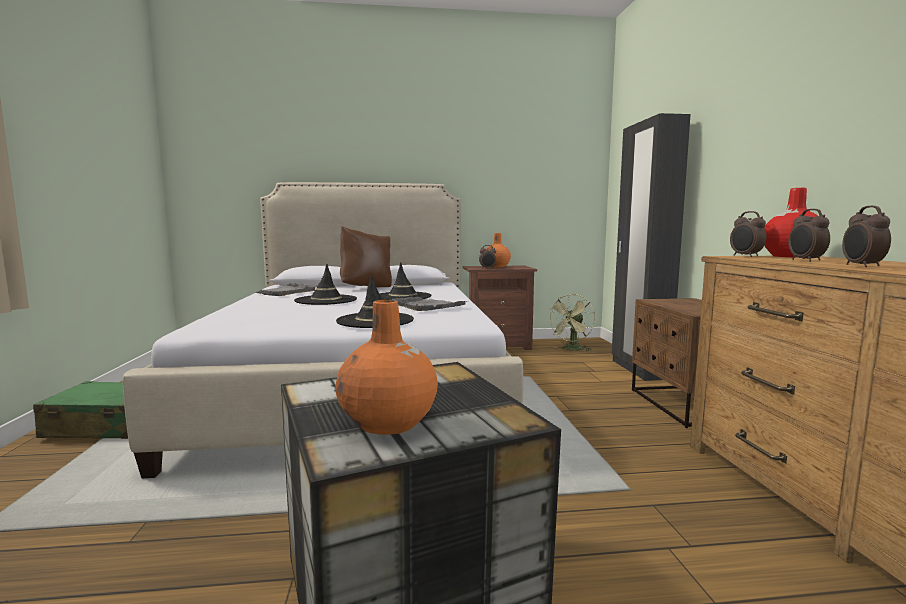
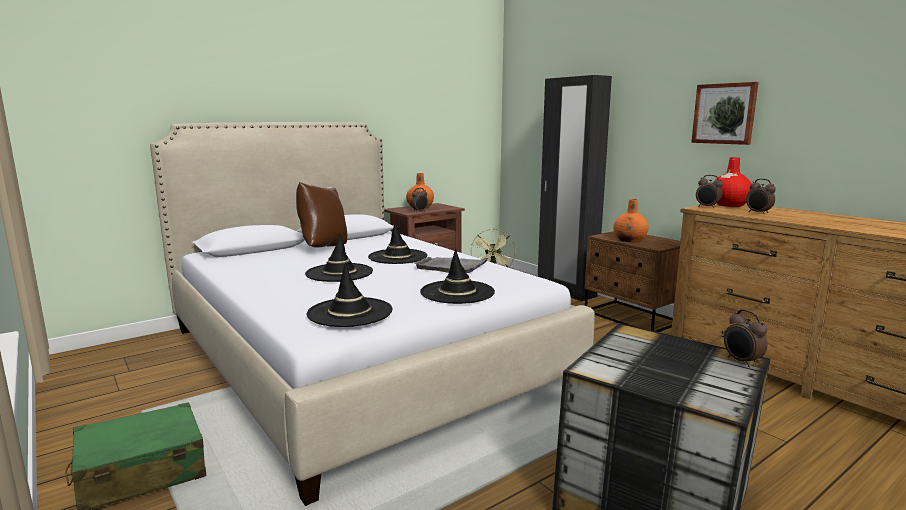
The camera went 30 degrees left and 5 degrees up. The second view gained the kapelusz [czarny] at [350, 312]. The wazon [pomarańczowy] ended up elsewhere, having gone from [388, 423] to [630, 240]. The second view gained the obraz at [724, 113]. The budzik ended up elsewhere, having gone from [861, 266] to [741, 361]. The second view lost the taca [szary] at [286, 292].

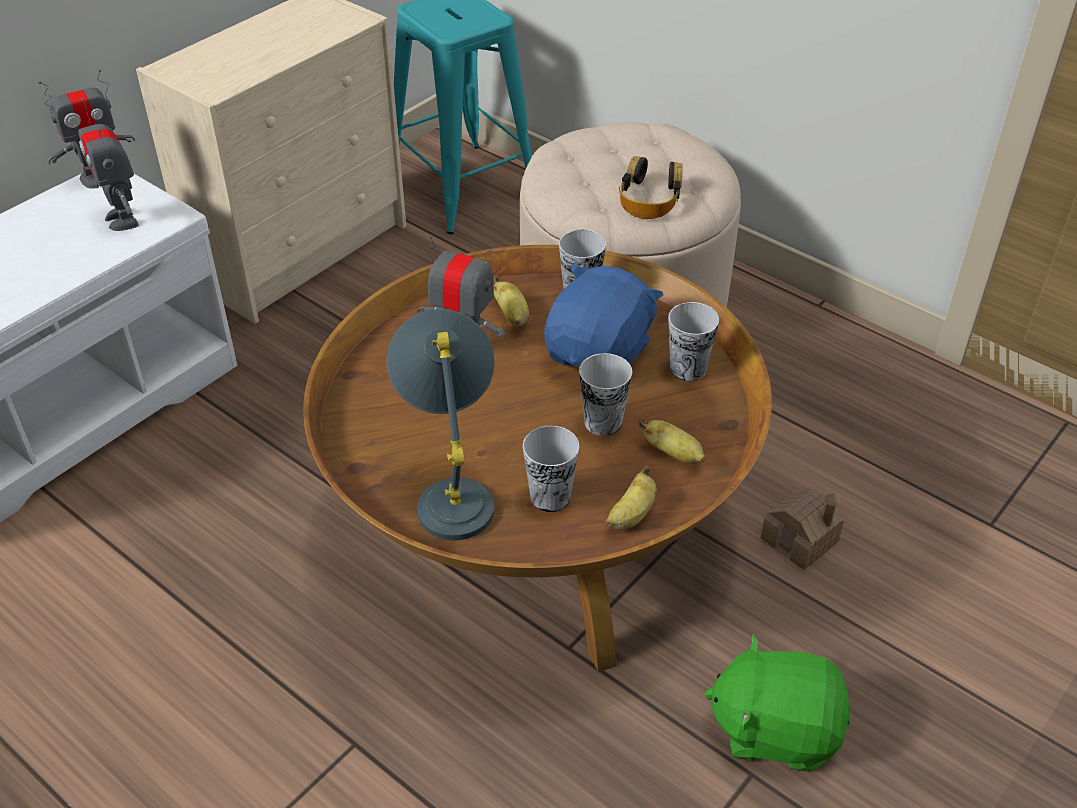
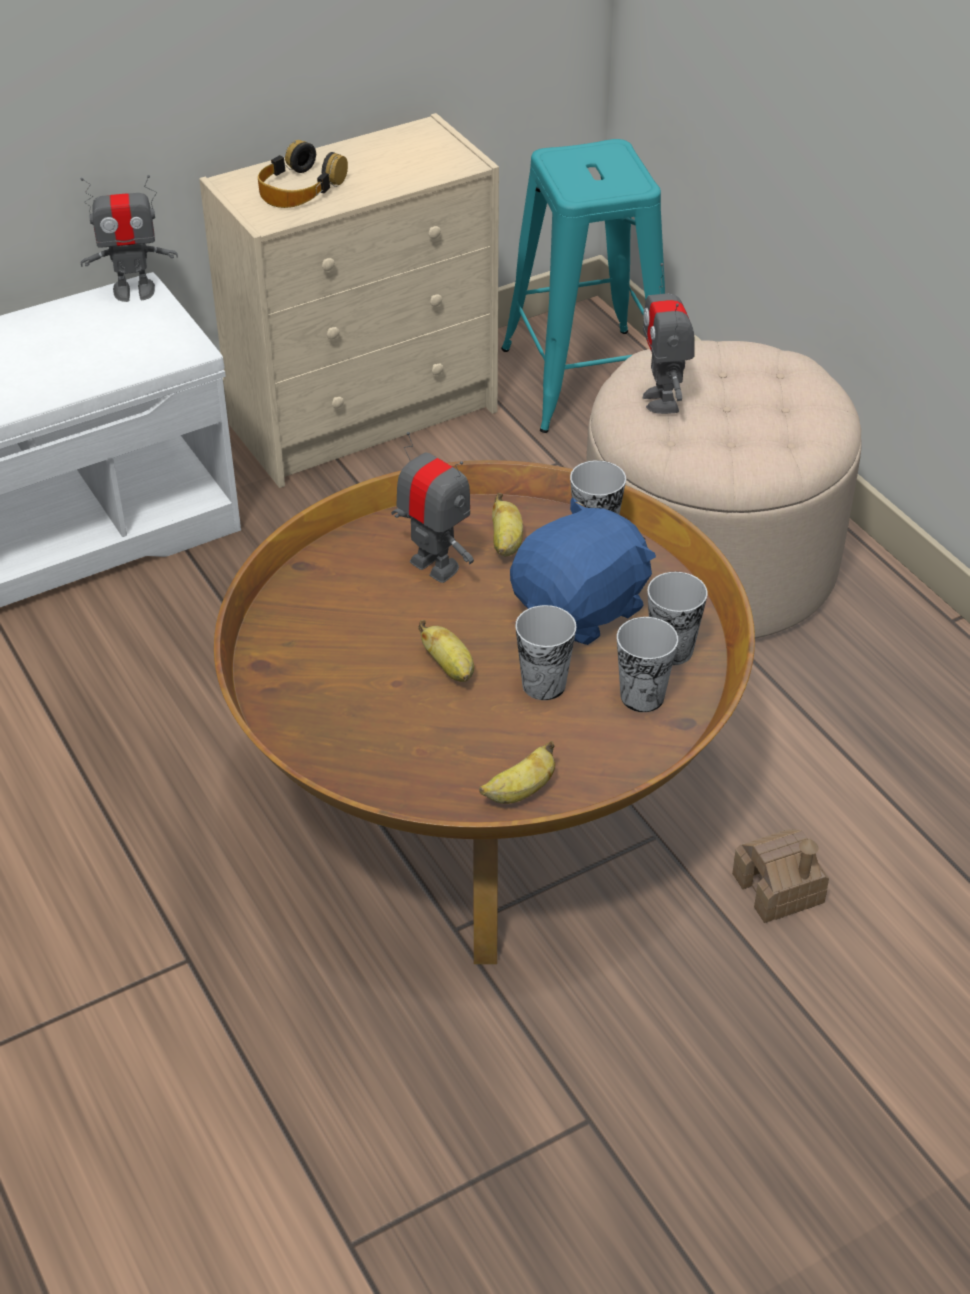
The camera went 20 degrees right and 0 degrees up. The słuchawki ended up elsewhere, having gone from [650, 198] to [299, 188]. The banan ended up elsewhere, having gone from [673, 454] to [450, 668]. The filiżanka ended up elsewhere, having gone from [550, 497] to [642, 696]. The robot zabawkowy ended up elsewhere, having gone from [123, 219] to [662, 400]. The second view lost the lampa stołowa [szary] at [453, 489]. The second view lost the pluszak [zielony] at [775, 729].

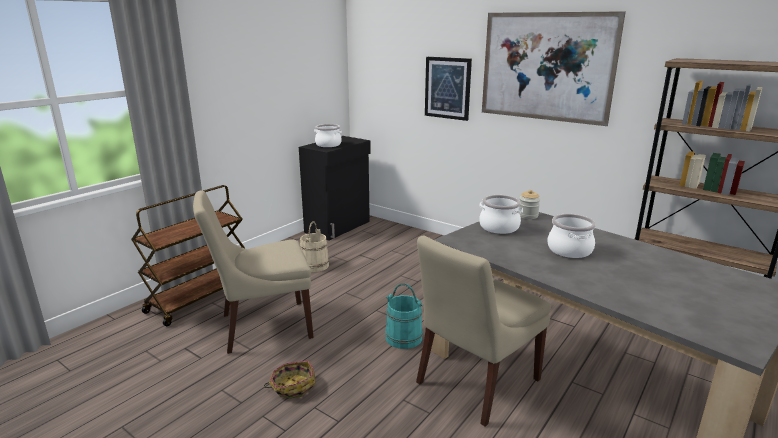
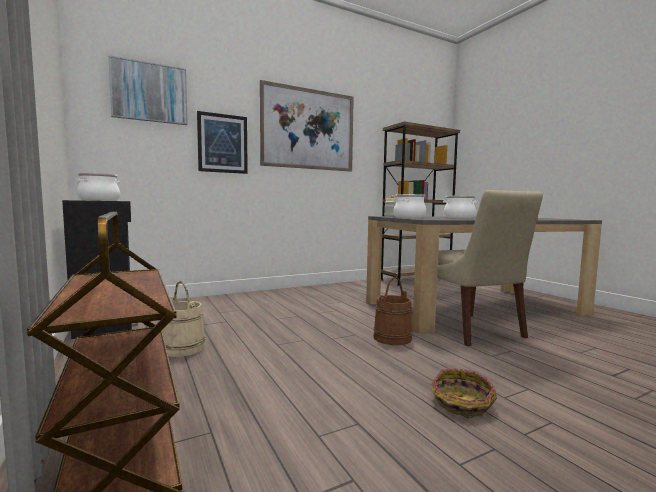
The camera went 65 degrees left and 15 degrees down. The second view gained the obraz at [149, 92]. What was the wiadro [turkusowy] at [404, 337] turned into the wiadro [brązowy] at [392, 338]. The second view lost the krzesło [beżowy] at [262, 326].

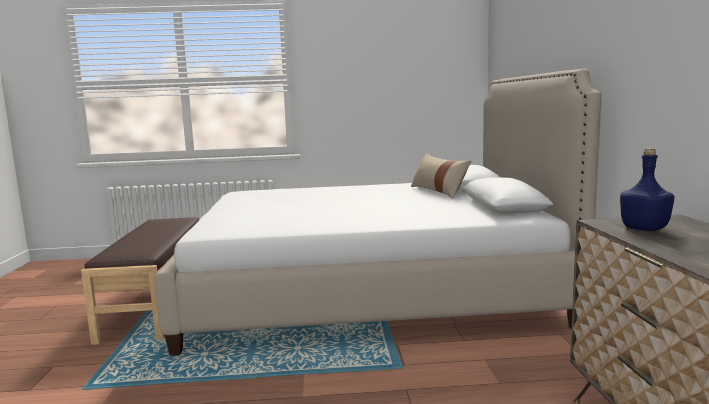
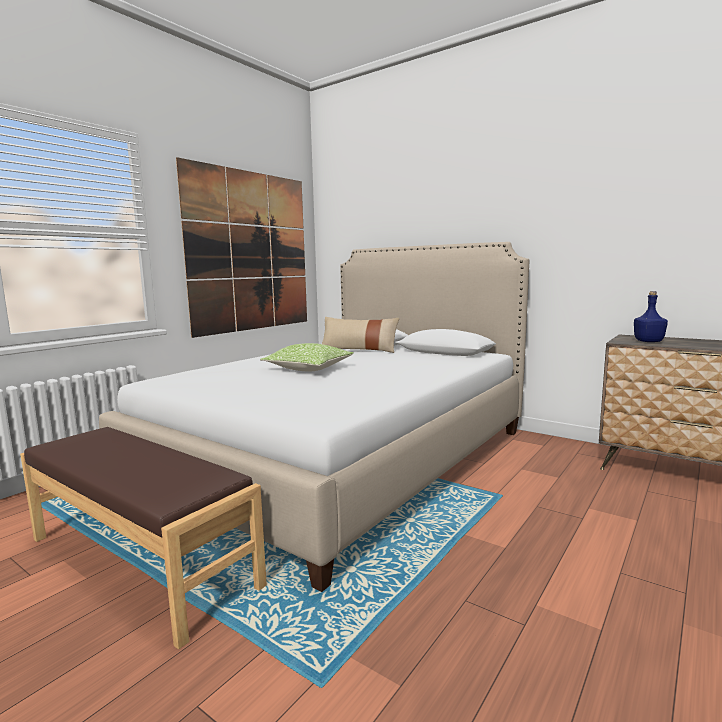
The camera went 50 degrees left and 0 degrees up. The second view gained the obraz at [251, 252]. The second view gained the poduszka at [309, 368].

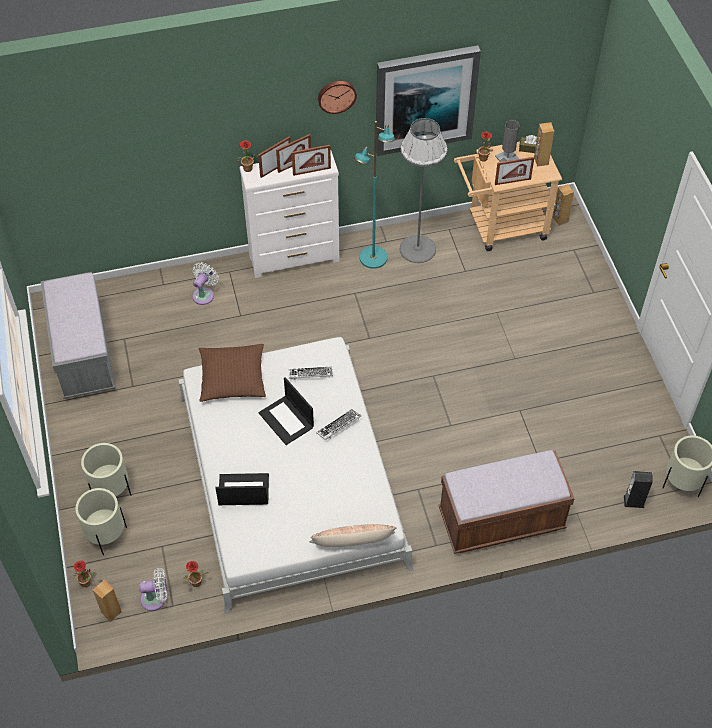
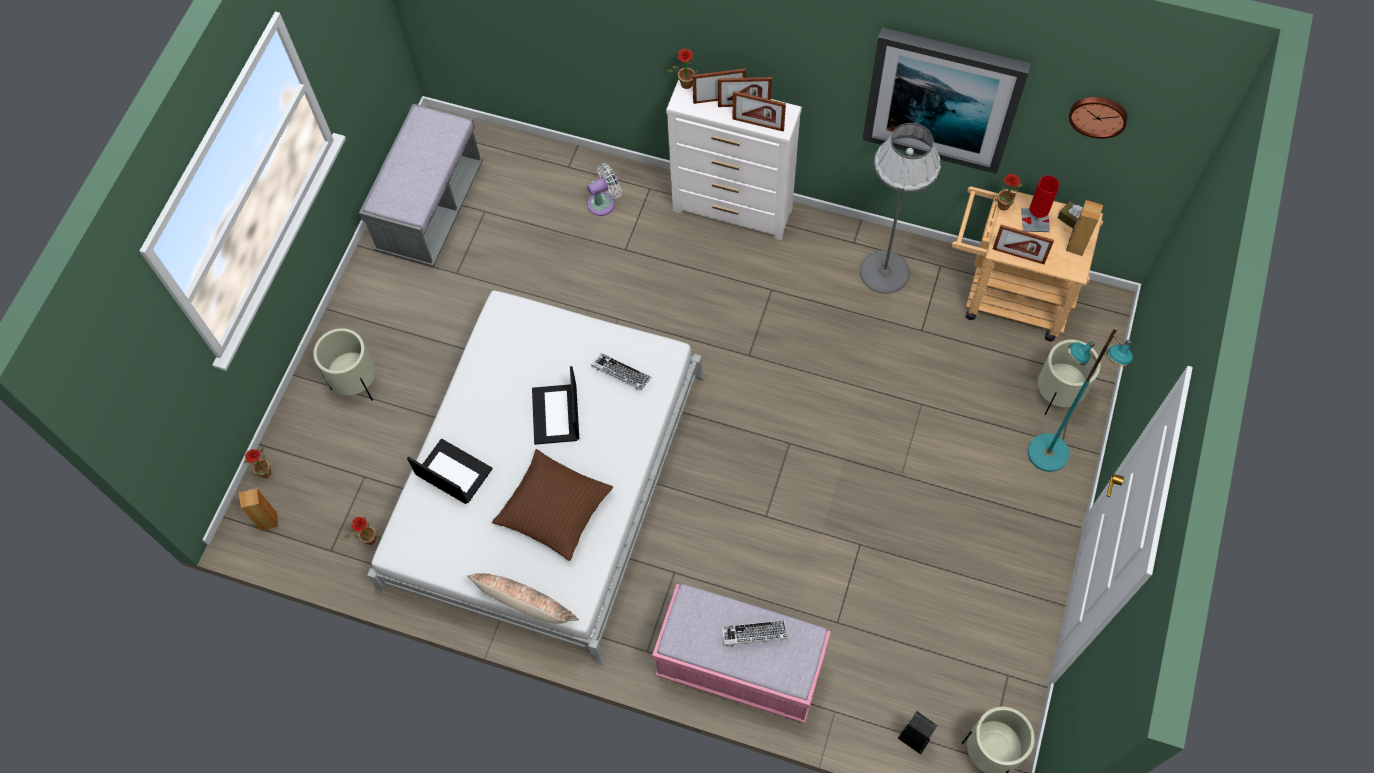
The camera went 35 degrees right and 10 degrees up. The poduszka [brązowy] ended up elsewhere, having gone from [232, 378] to [554, 509]. What was the ławka [brązowy] at [501, 521] turned into the ławka [różowy] at [740, 667]. The klawiatura ended up elsewhere, having gone from [339, 426] to [754, 634]. What was the lampa stołowa [szary] at [507, 158] turned into the lampa stołowa [czerwony] at [1035, 220]. The lampa stojąca [turkusowy] ended up elsewhere, having gone from [373, 258] to [1047, 453]. The donica [beżowy] ended up elsewhere, having gone from [107, 535] to [1057, 395]. The zegar ścienny ended up elsewhere, having gone from [336, 95] to [1098, 115]. The second view lost the wentylator [biały] at [156, 599]. The second view lost the głośnik [brązowy] at [560, 219].

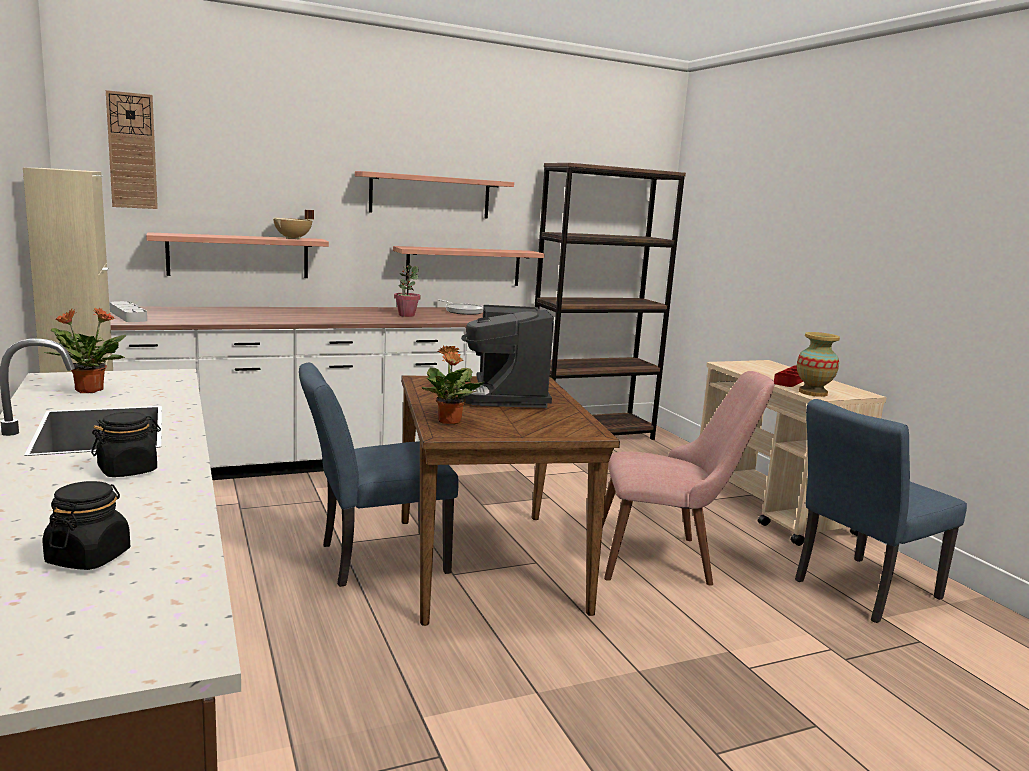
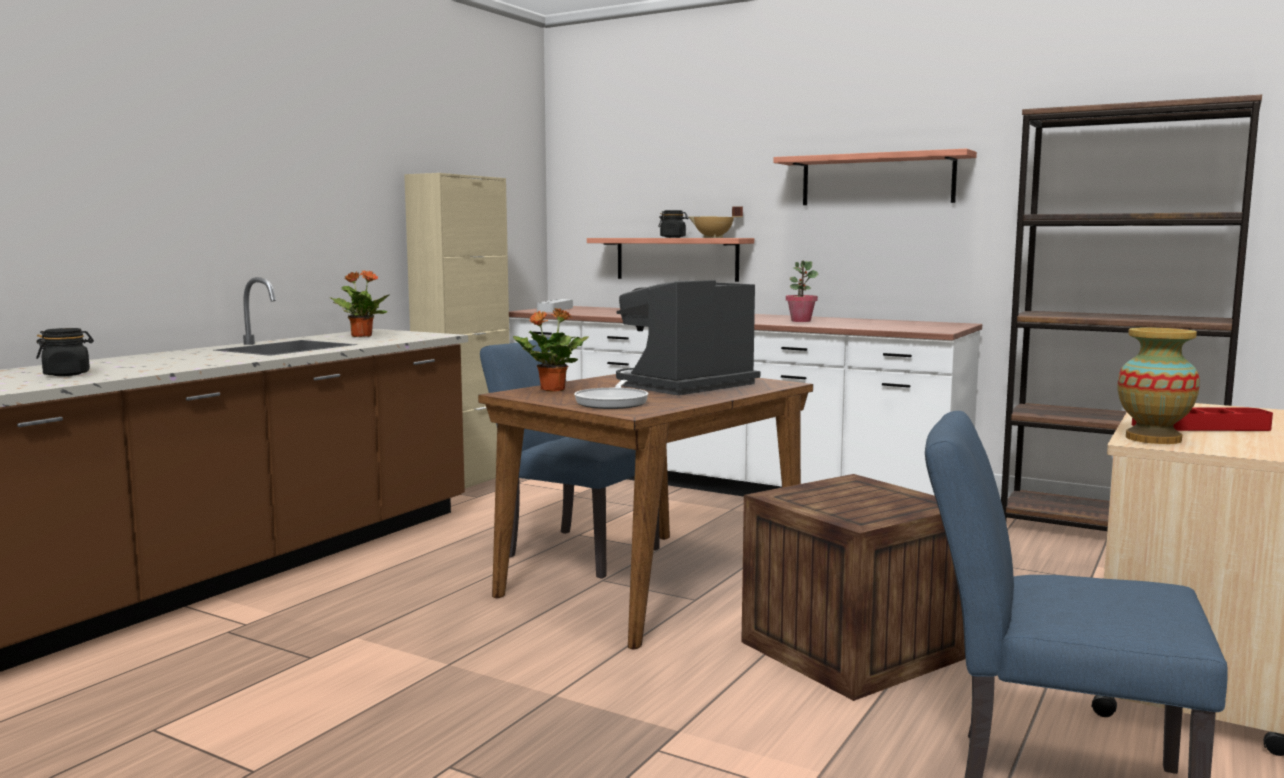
The camera went 55 degrees right and 5 degrees down. The patelnia ended up elsewhere, having gone from [462, 311] to [613, 402]. The słoik [czarny] ended up elsewhere, having gone from [128, 470] to [673, 237]. Where the krzesło [różowy] stood at [668, 558], the skrzynka came to stand at [851, 650]. The second view lost the zegar ścienny at [132, 151]. The second view lost the półka at [464, 266].

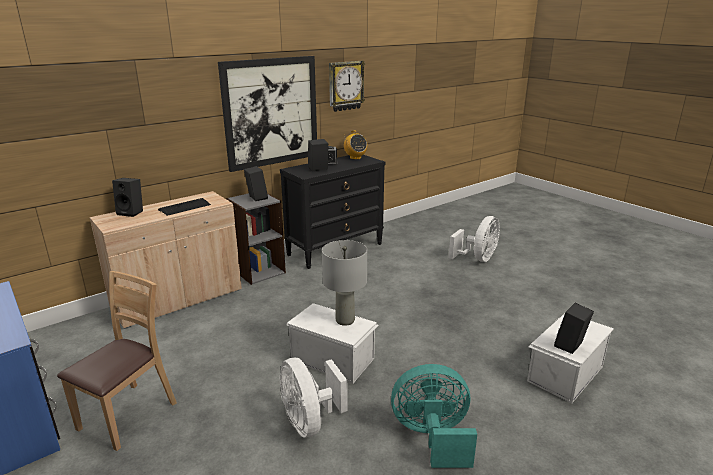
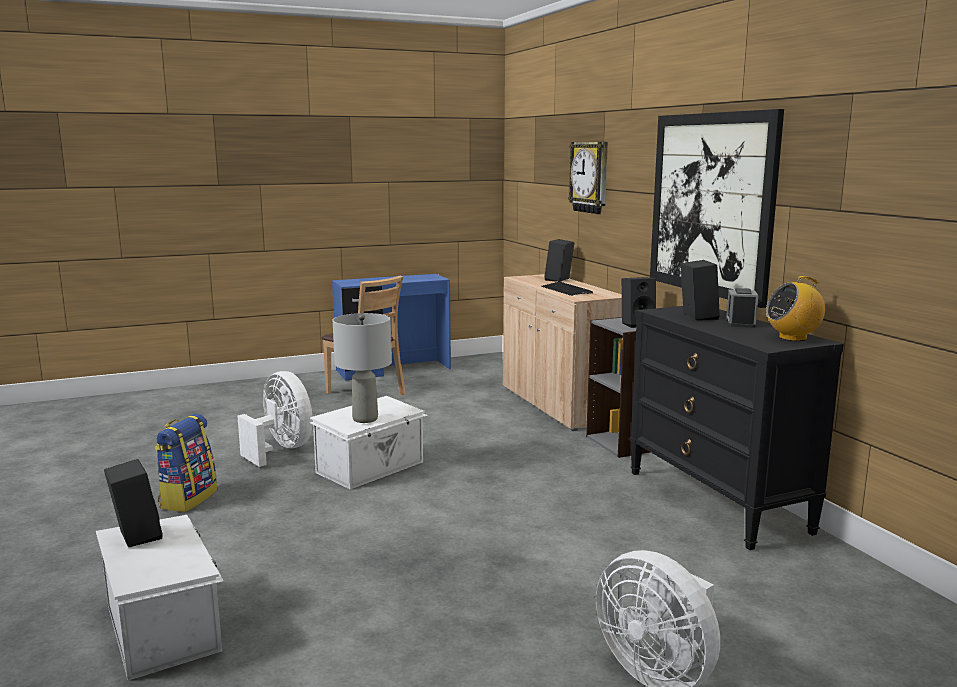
The camera went 105 degrees right and 10 degrees down. Where the wentylator [turkusowy] stood at [432, 437], the plecak came to stand at [188, 499]. The wentylator [biały] at [309, 421] ended up facing another way, 60 degrees clockwise from before. The zegar ścienny ended up elsewhere, having gone from [345, 86] to [590, 177].

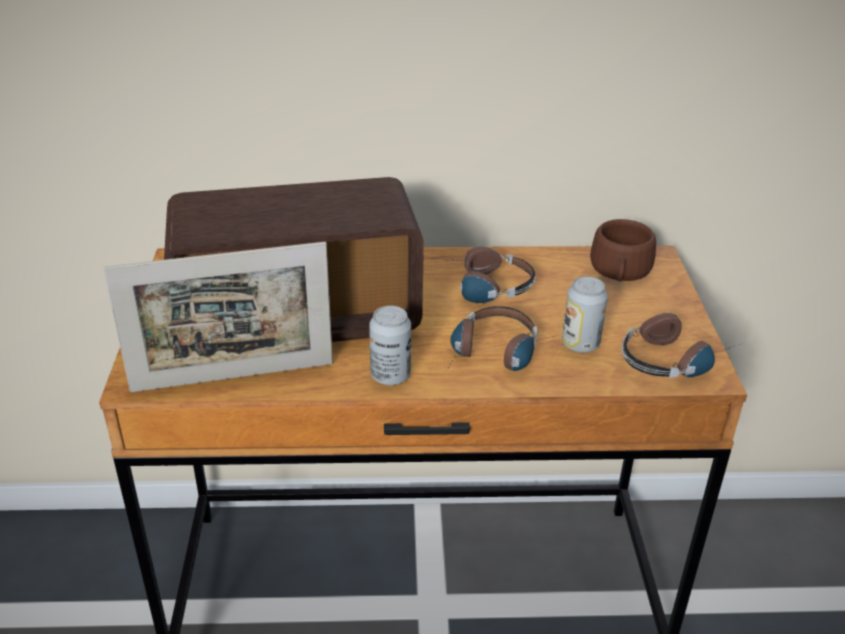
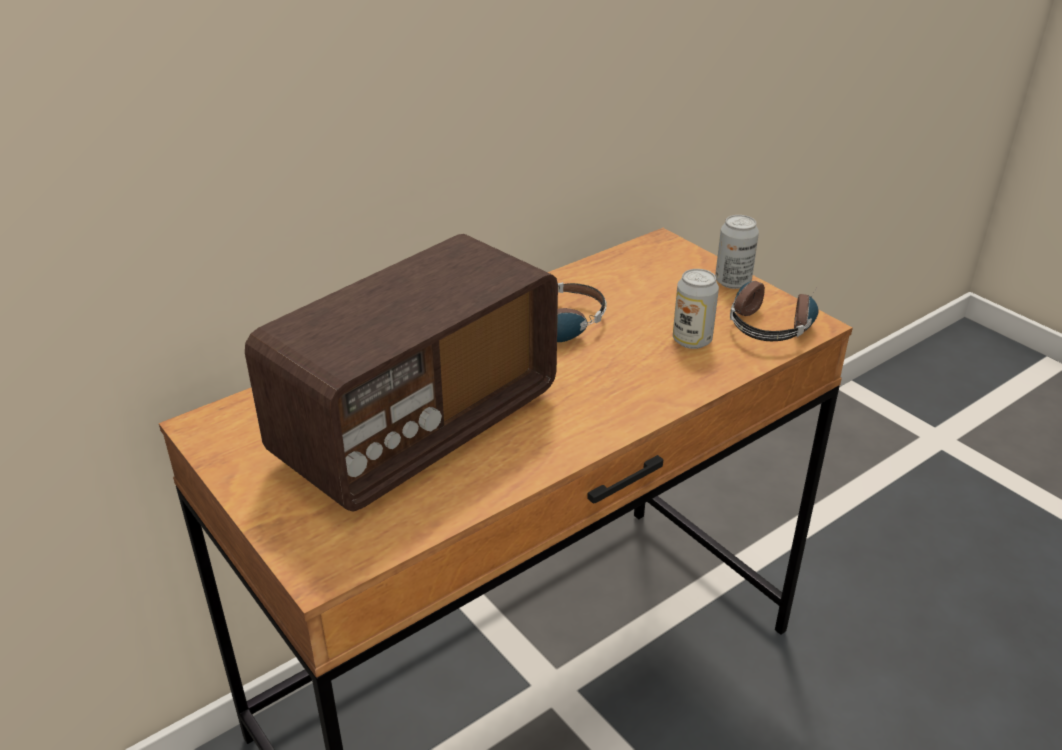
The camera went 35 degrees left and 0 degrees up. The puszka ended up elsewhere, having gone from [390, 375] to [732, 282]. The second view lost the ramka na zdjęcie at [233, 377]. The second view lost the słuchawki at [491, 357]. The second view lost the filiżanka [brązowy] at [620, 272].

